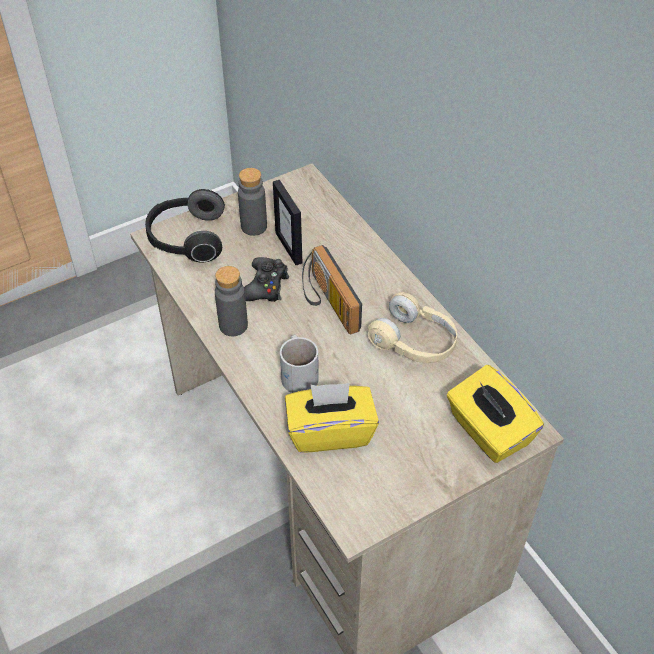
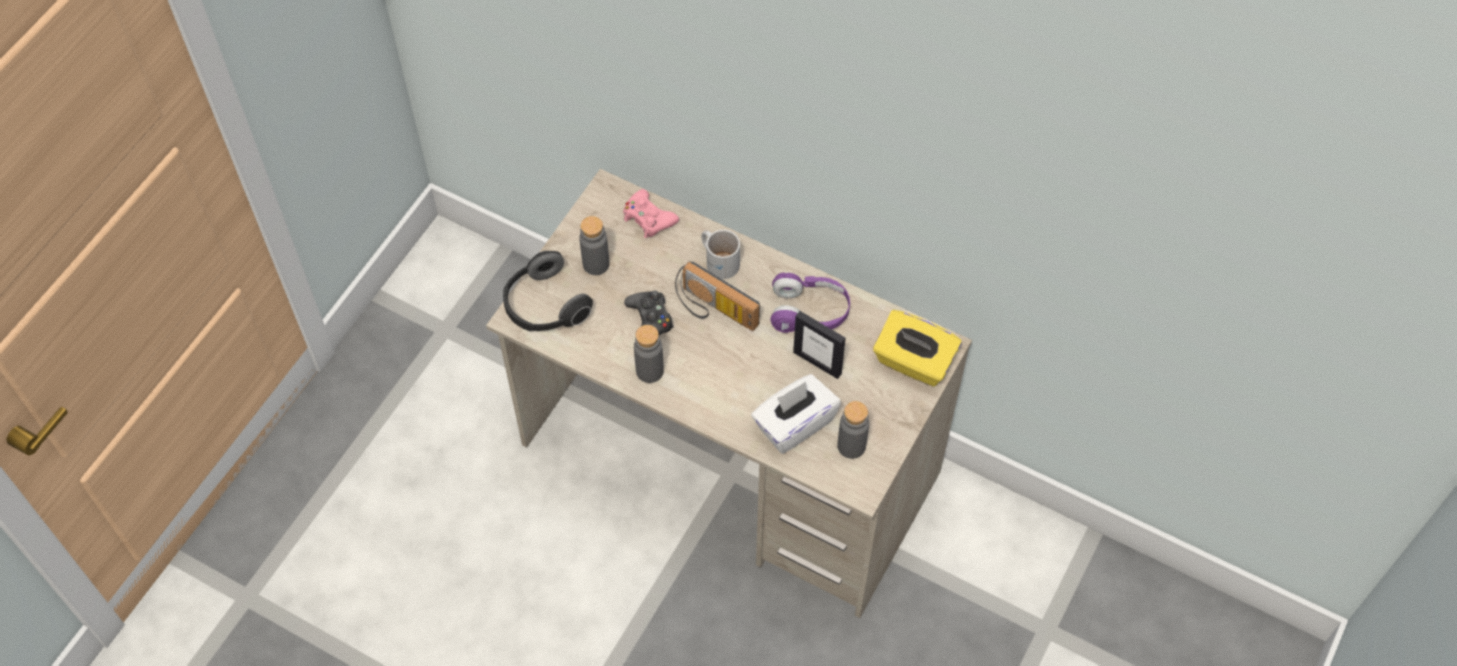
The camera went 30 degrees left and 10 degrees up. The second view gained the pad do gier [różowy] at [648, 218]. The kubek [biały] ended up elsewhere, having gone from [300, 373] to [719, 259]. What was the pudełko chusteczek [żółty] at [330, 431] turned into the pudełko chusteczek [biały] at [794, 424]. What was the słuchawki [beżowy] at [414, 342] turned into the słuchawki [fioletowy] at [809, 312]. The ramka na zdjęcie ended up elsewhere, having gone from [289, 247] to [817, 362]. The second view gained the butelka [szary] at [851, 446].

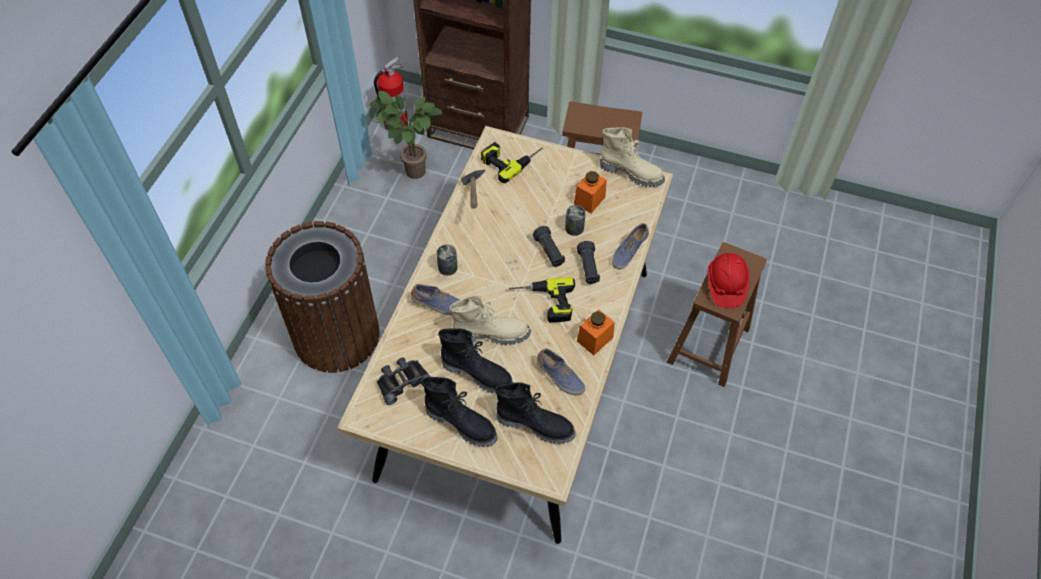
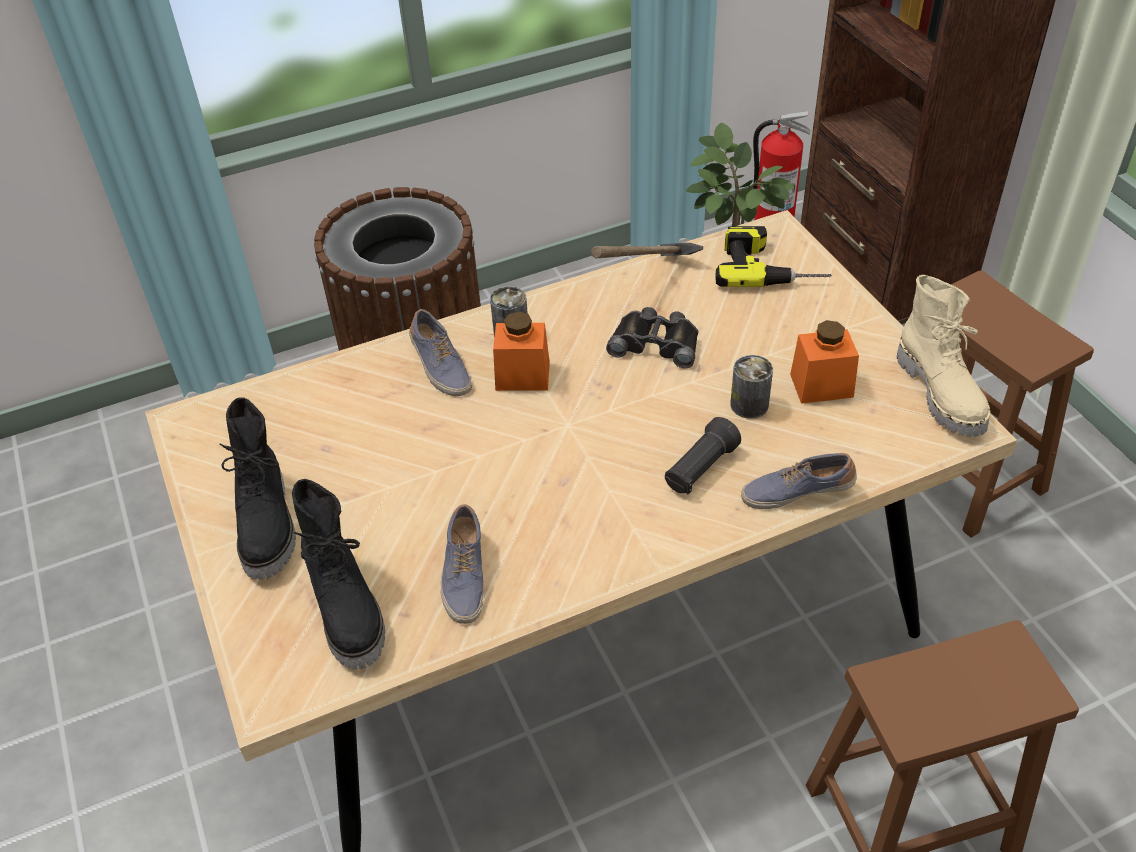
The camera went 50 degrees right and 10 degrees down. The słoik [pomarańczowy] ended up elsewhere, having gone from [595, 339] to [522, 376]. The lornetka [czarny] ended up elsewhere, having gone from [402, 381] to [656, 343]. The second view lost the but z cholewką [czarny] at [478, 373]. The second view lost the but z cholewką [beżowy] at [491, 333]. The second view lost the wiertarka at [543, 303]. The second view lost the latarka [czarny] at [549, 252]. The second view lost the kask [czerwony] at [725, 285].

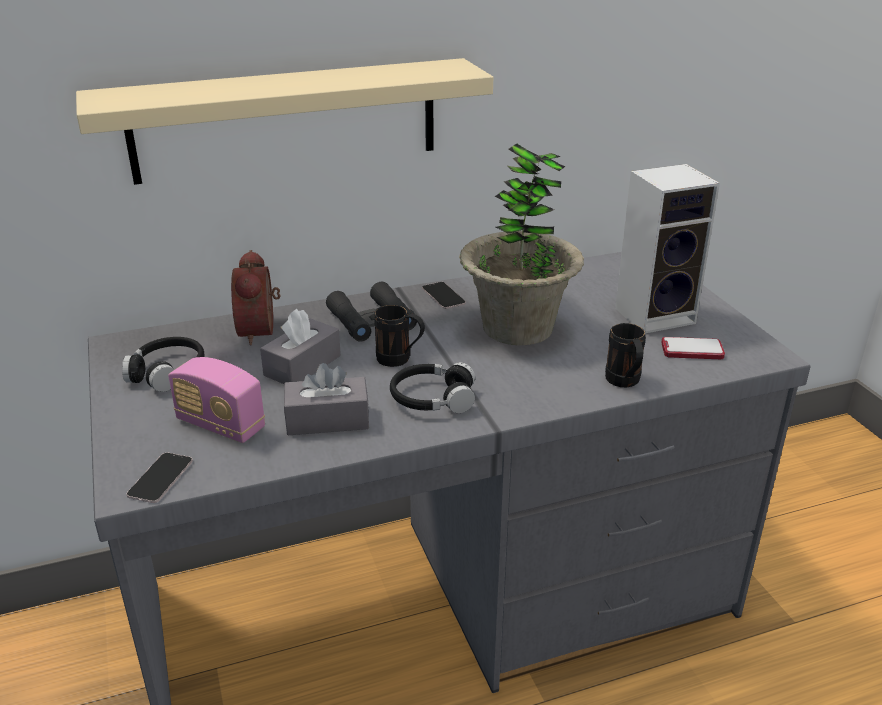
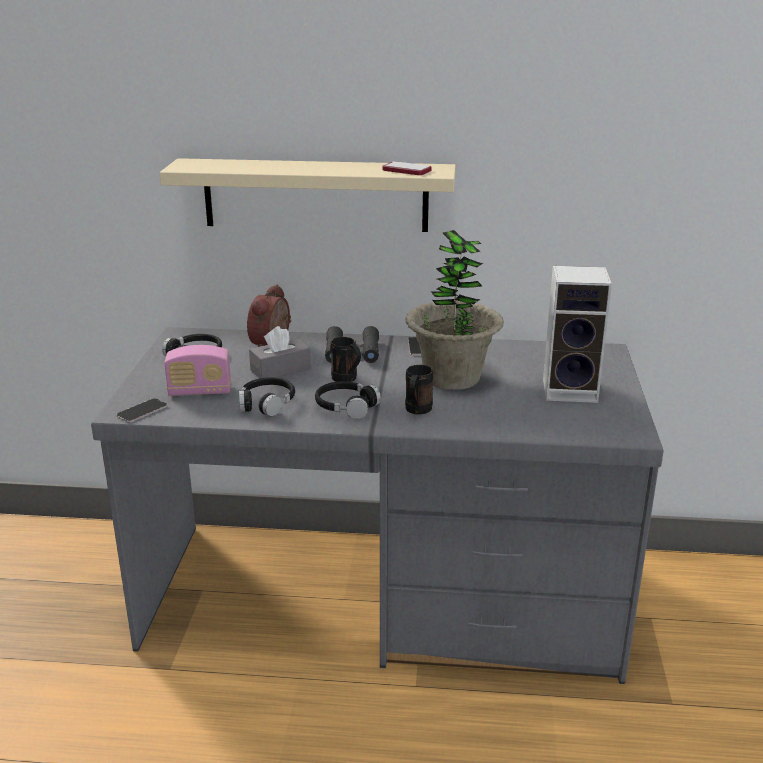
The camera went 25 degrees right and 5 degrees down. The radio at [220, 425] ended up facing another way, 60 degrees counterclockwise from before. Where the pudełko chusteczek [szary] stood at [327, 420], the słuchawki [czarny] came to stand at [266, 403]. The telefon ended up elsewhere, having gone from [692, 350] to [406, 170]. The kubek [czarny] ended up elsewhere, having gone from [624, 383] to [416, 411].

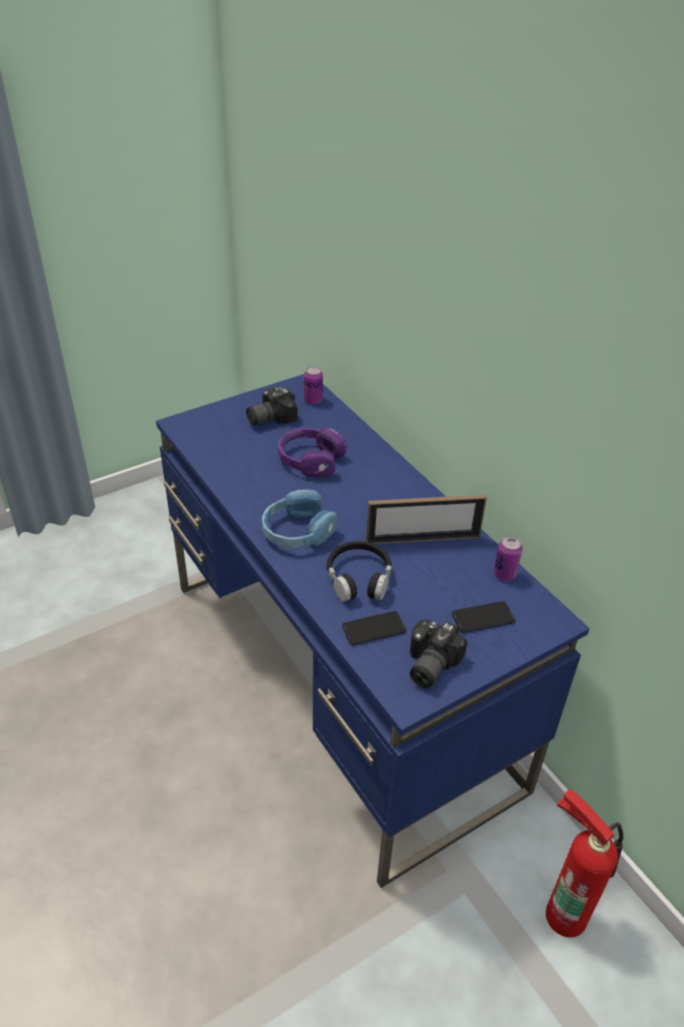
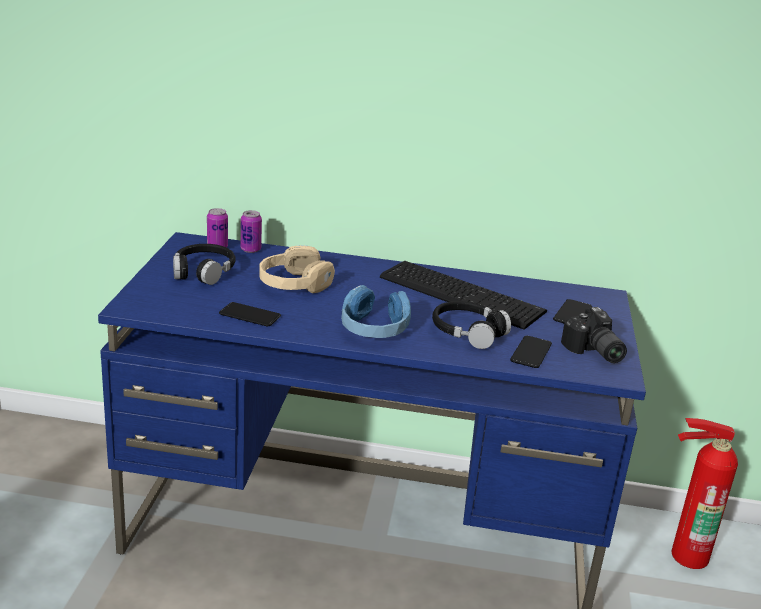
The camera went 50 degrees left and 15 degrees down. Where the aparat fotograficzny stood at [269, 417], the słuchawki [czarny] came to stand at [203, 272]. The second view gained the telefon at [250, 315]. The puszka ended up elsewhere, having gone from [504, 574] to [250, 249]. What was the słuchawki [fioletowy] at [310, 460] turned into the słuchawki [beżowy] at [294, 284]. Where the ramka na zdjęcie stood at [422, 539], the klawiatura came to stand at [461, 293].

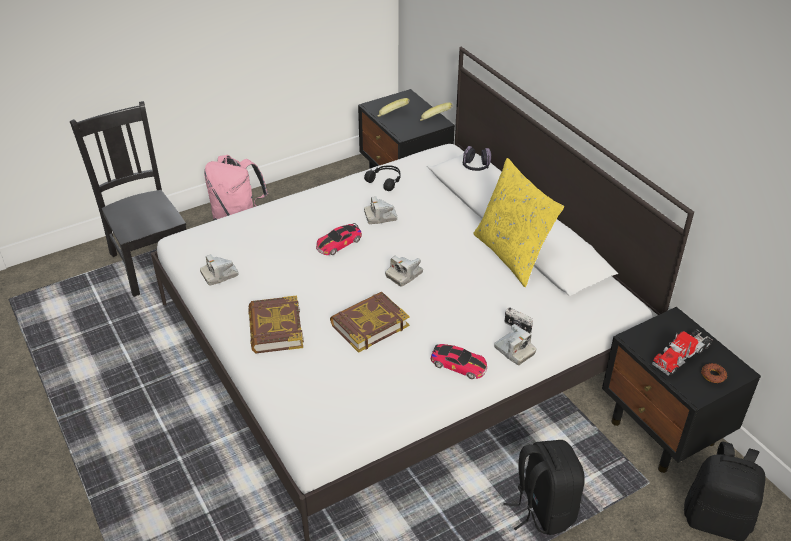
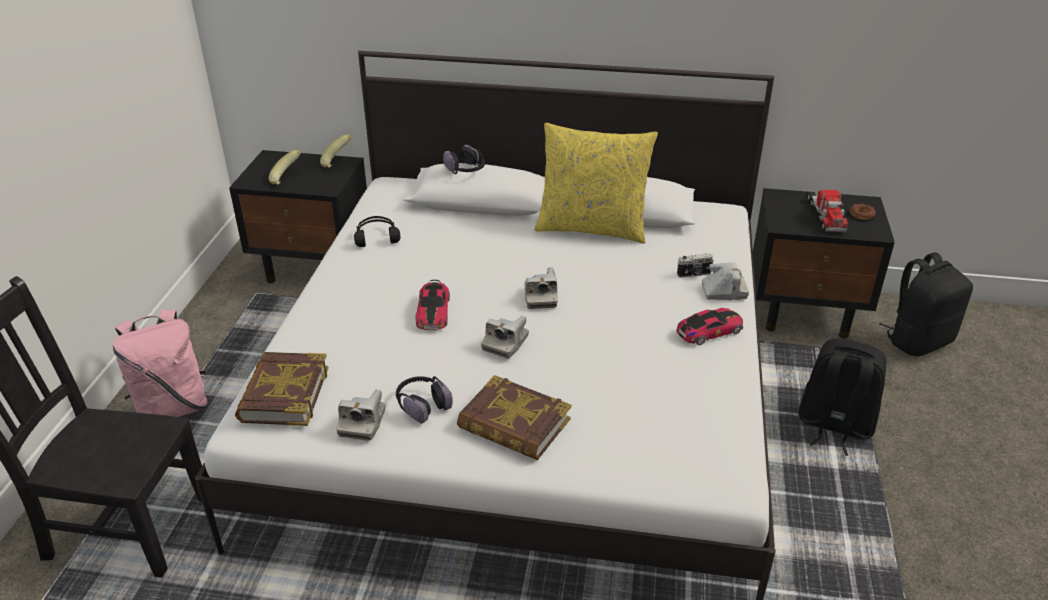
The camera went 50 degrees left and 5 degrees down. The książka ended up elsewhere, having gone from [369, 325] to [284, 394]. The second view gained the słuchawki at [422, 404]. The aparat fotograficzny ended up elsewhere, having gone from [380, 217] to [505, 343].

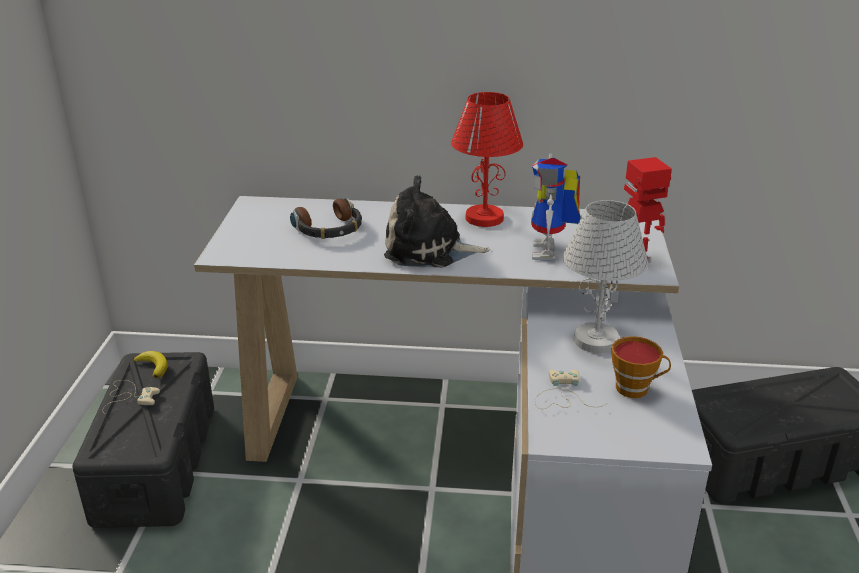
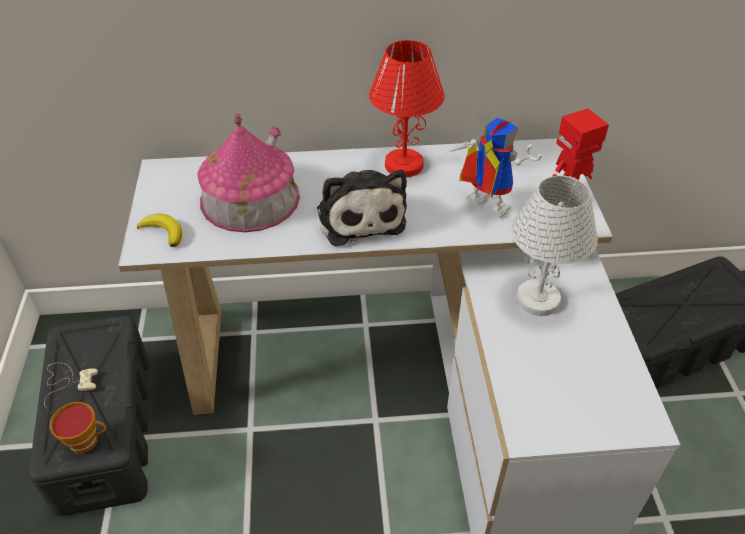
The camera went 10 degrees left and 15 degrees up. The filiżanka ended up elsewhere, having gone from [636, 388] to [87, 441]. The banan ended up elsewhere, having gone from [153, 366] to [163, 232]. Where the słuchawki stood at [329, 229], the domek came to stand at [250, 198]. The pluszak at [429, 250] ended up facing another way, 105 degrees counterclockwise from before. The robot zabawkowy at [550, 253] ended up facing another way, 135 degrees clockwise from before. The second view lost the pad do gier [beżowy] at [562, 395].

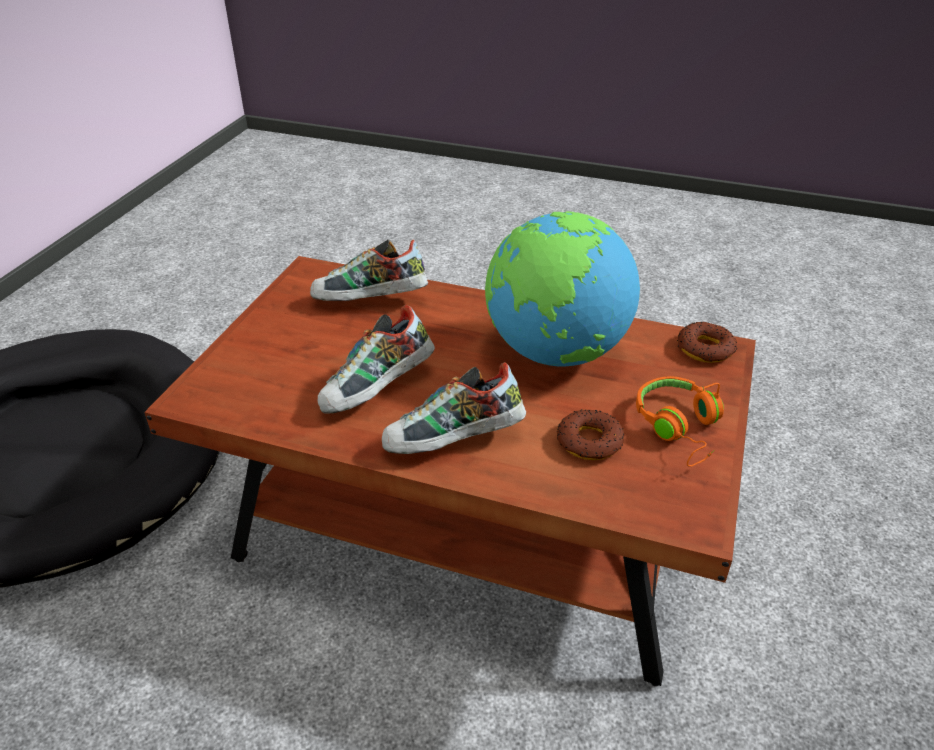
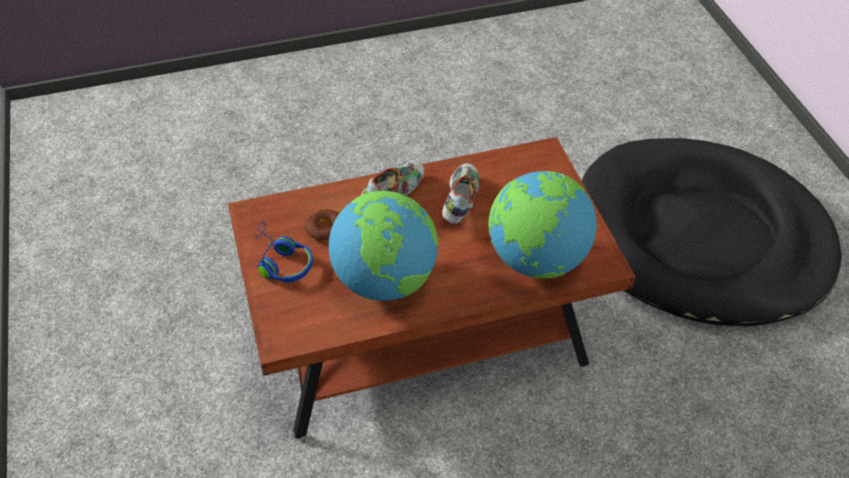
The camera went 145 degrees right and 10 degrees up. What was the słuchawki [pomarańczowy] at [680, 428] turned into the słuchawki [niebieski] at [281, 262]. Where the but stood at [370, 302], the globus came to stand at [536, 260]. The second view lost the donut at [705, 349].

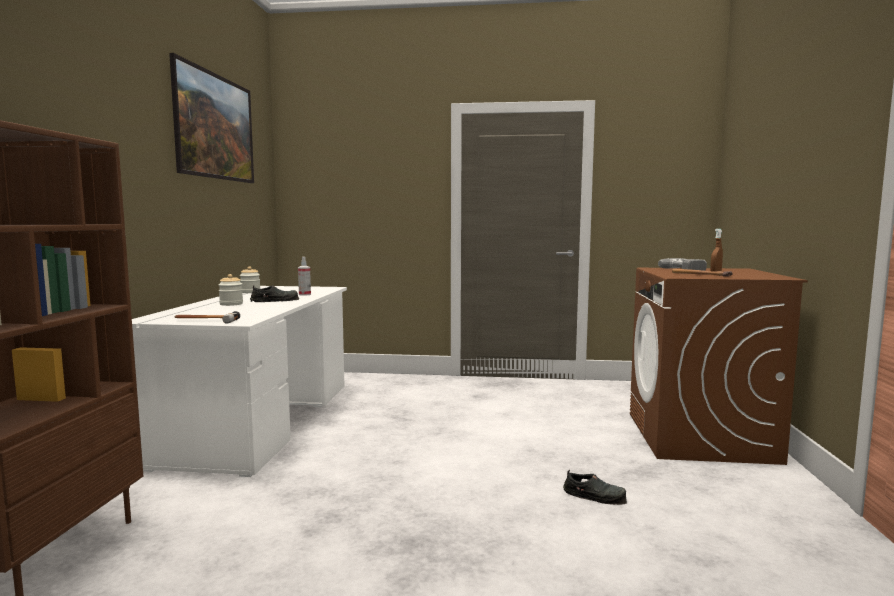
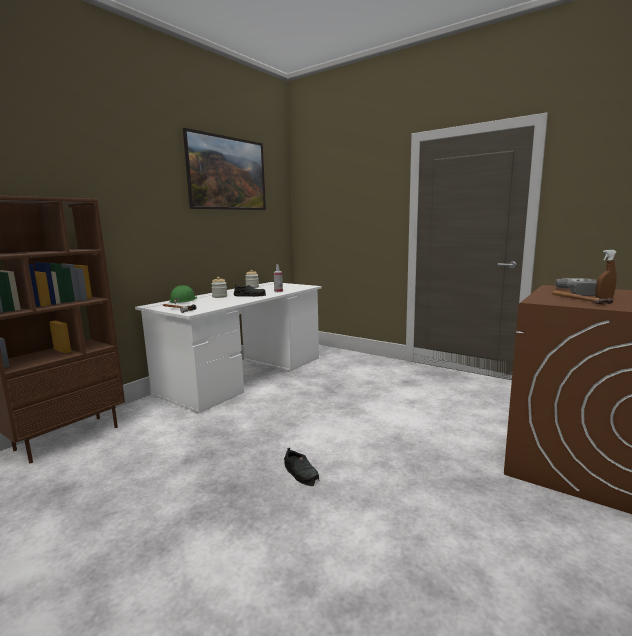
The camera went 30 degrees right and 5 degrees up. The second view gained the kask [zielony] at [183, 300]. The but [czarny] ended up elsewhere, having gone from [595, 495] to [301, 473].

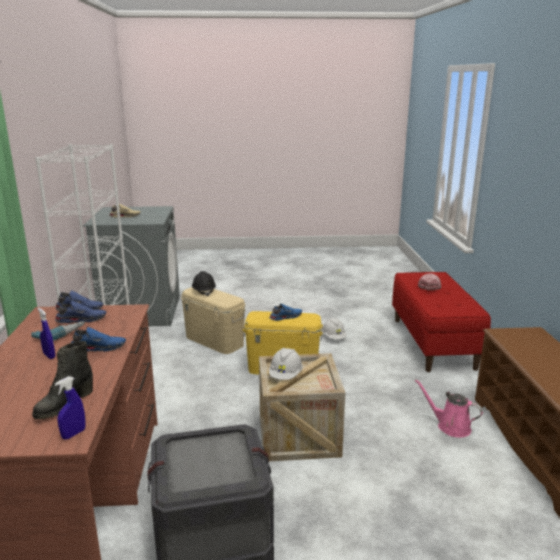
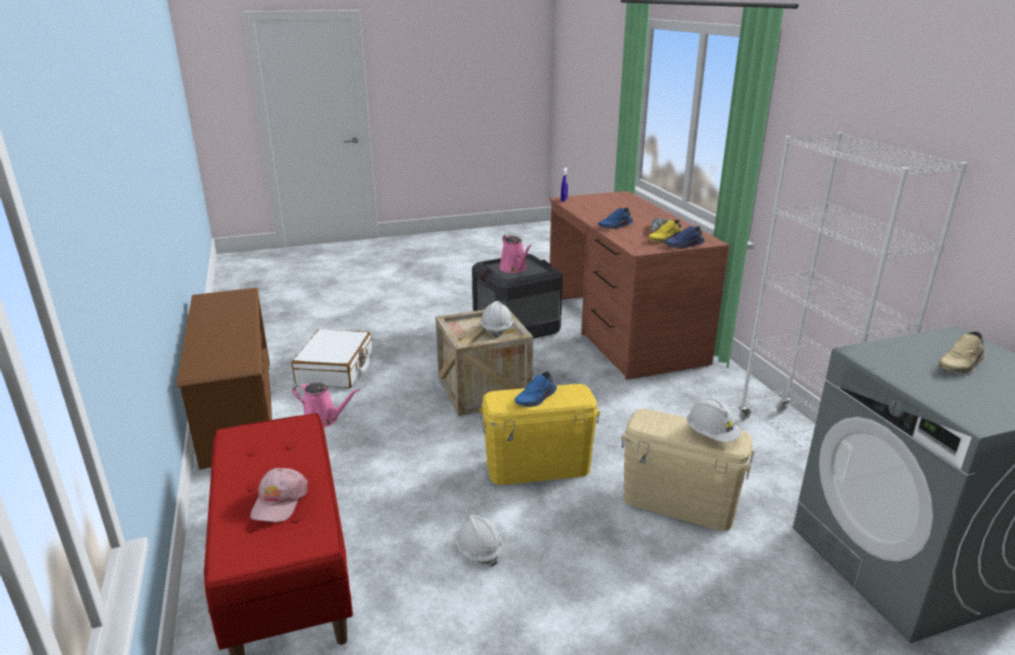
The camera went 165 degrees right and 5 degrees up. The second view gained the walizka [biały] at [336, 369]. The second view gained the konewka [różowy] at [514, 269]. What was the but [niebieski] at [81, 319] turned into the but [żółty] at [666, 239]. What was the kask [czarny] at [203, 291] turned into the kask [biały] at [711, 435]. The second view lost the but z cholewką [czarny] at [64, 404]. The second view lost the spryskiwacz [niebieski] at [49, 355].

